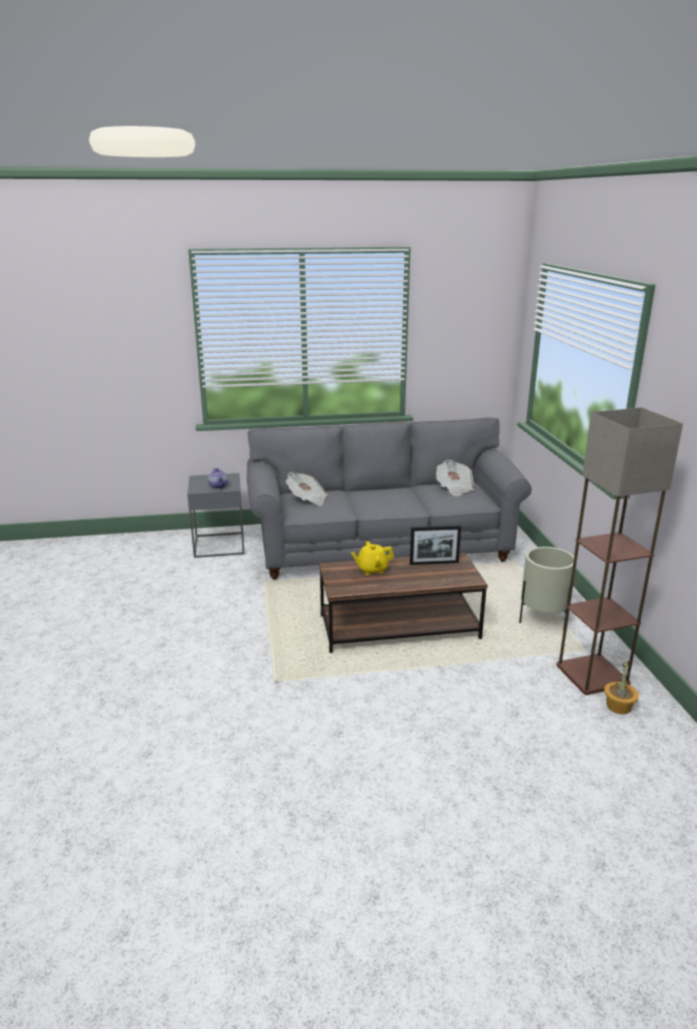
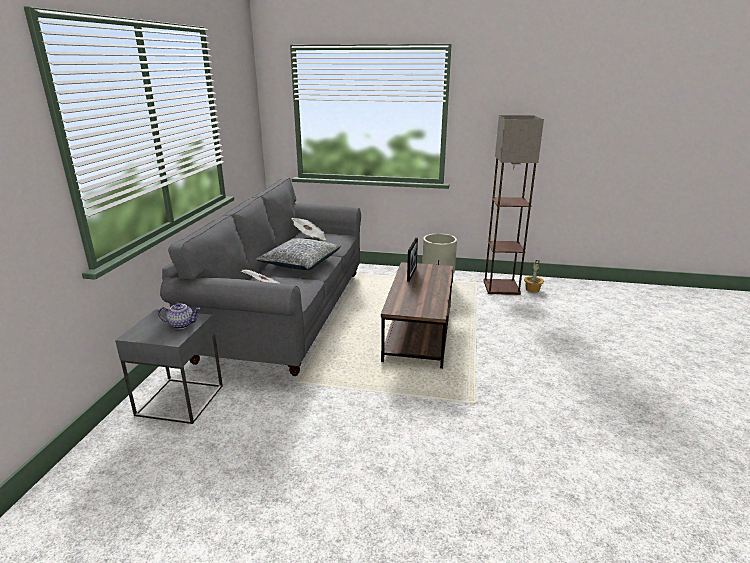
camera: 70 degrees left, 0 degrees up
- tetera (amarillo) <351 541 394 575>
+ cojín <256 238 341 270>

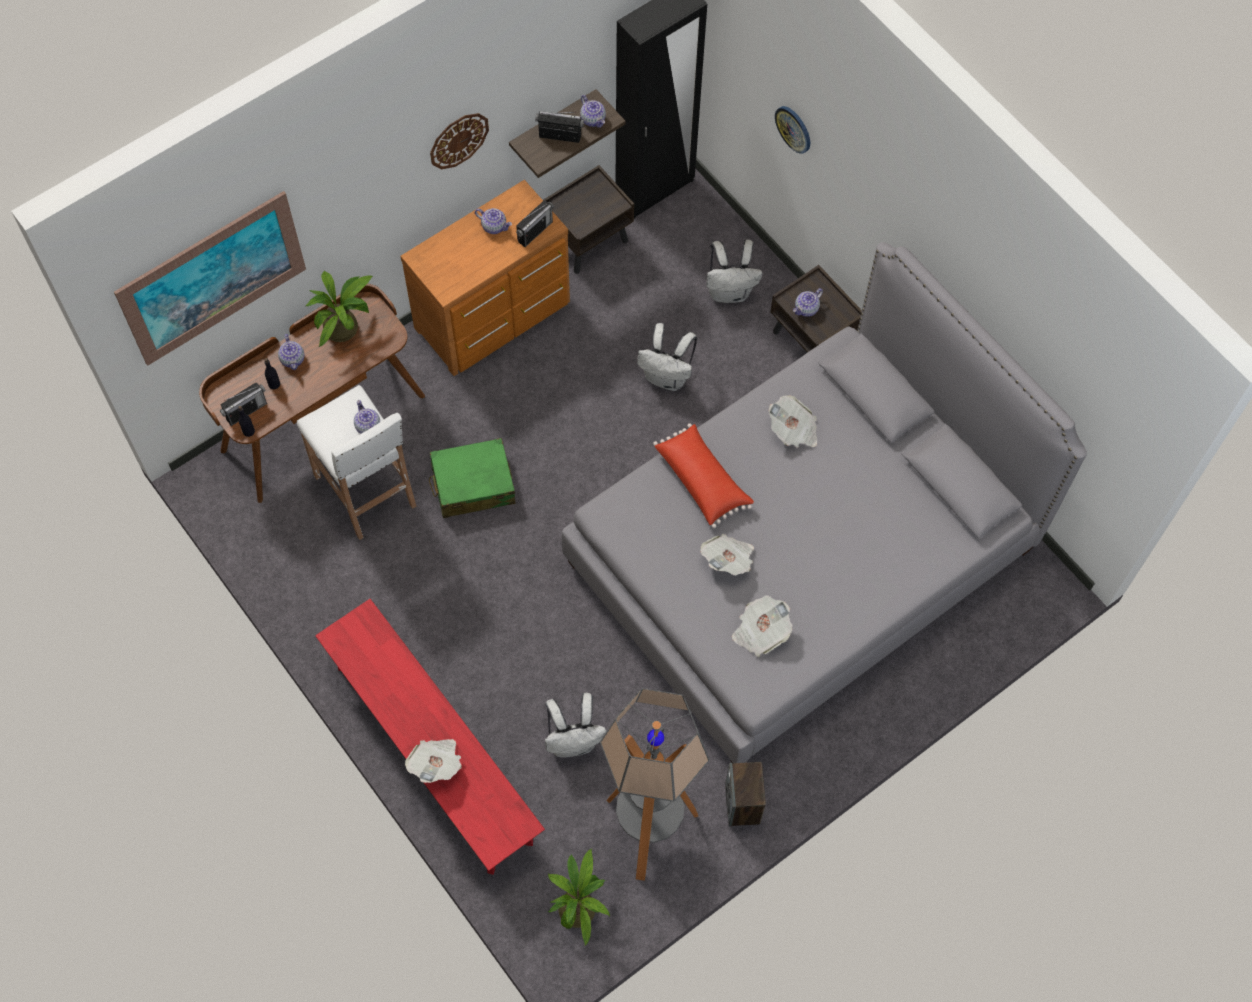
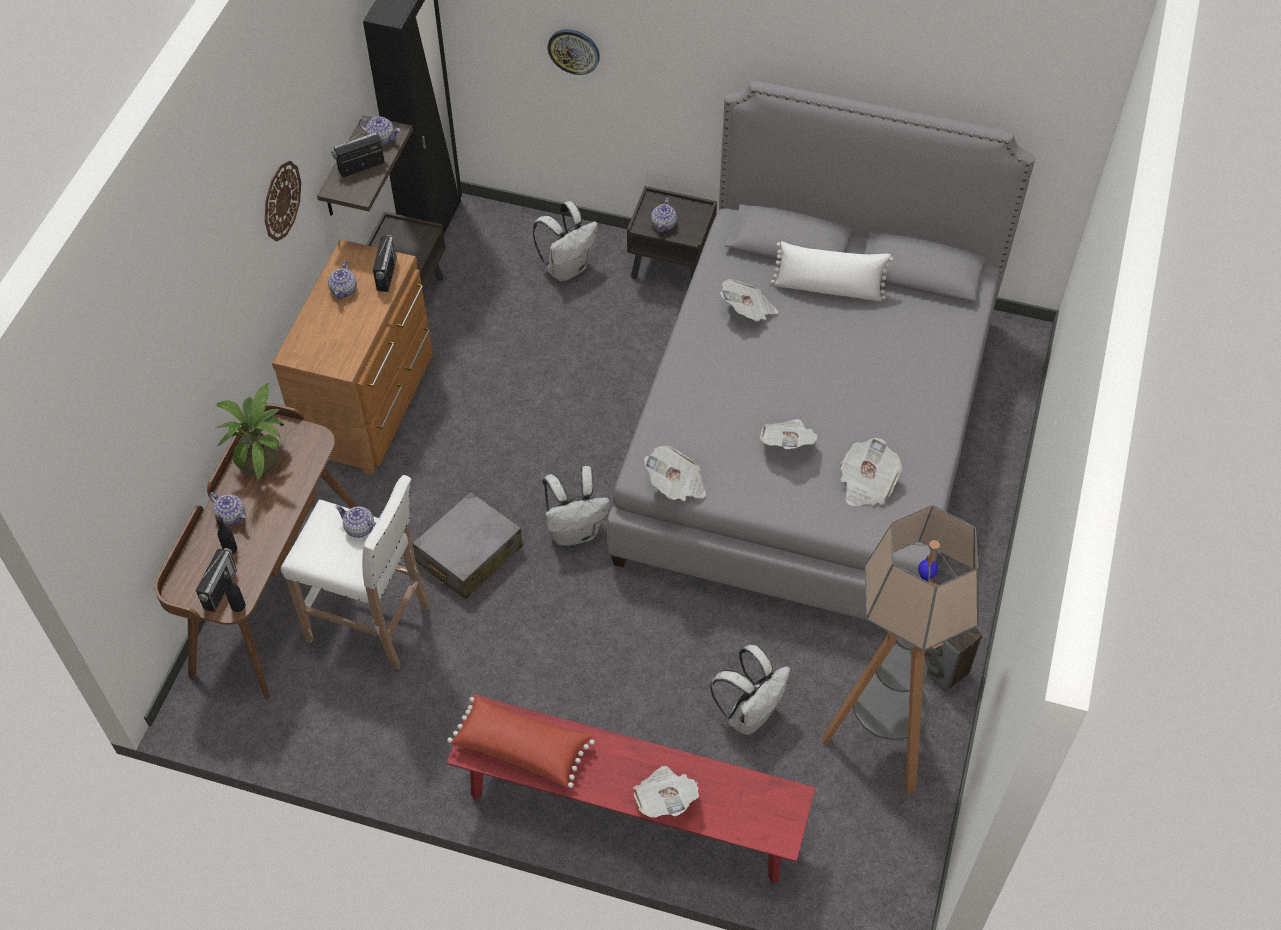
camera: 35 degrees left, 10 degrees down
- cuadro <114 191 306 366>
- planta en maceta <548 849 610 947>
+ periódico <644 446 706 501>
+ cojín (blanco) <771 241 894 301>
~ mochila (blanco) <637 323 697 391> to <543 466 610 546>
~ cojín (rojo) <653 424 754 528> to <447 695 595 788>
~ maleta (verde) <429 438 515 518> to maleta (gris) <412 492 523 599>
~ tetera <475 208 512 234> = <328 261 357 299> 105 degrees clockwise

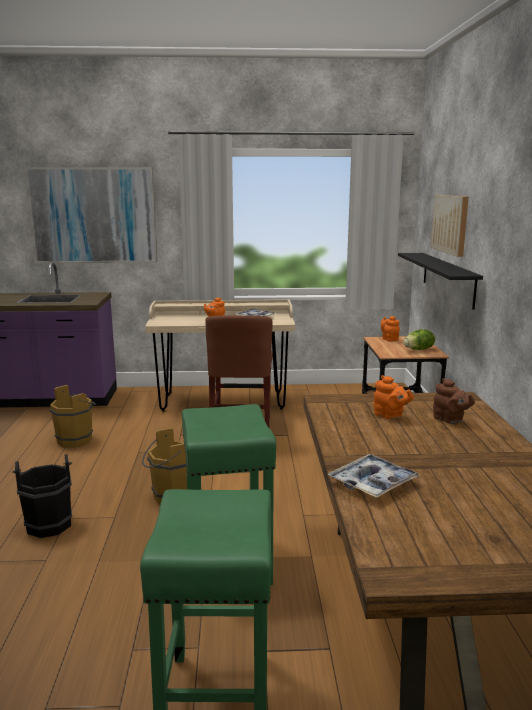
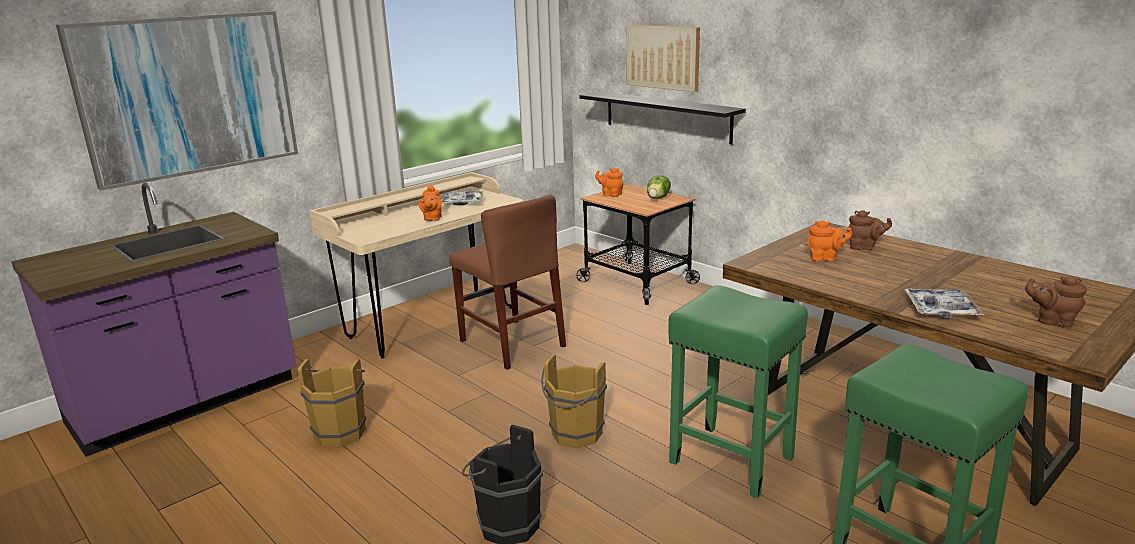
camera: 40 degrees left, 5 degrees up
+ tetera (marrón) <1025 276 1087 327>

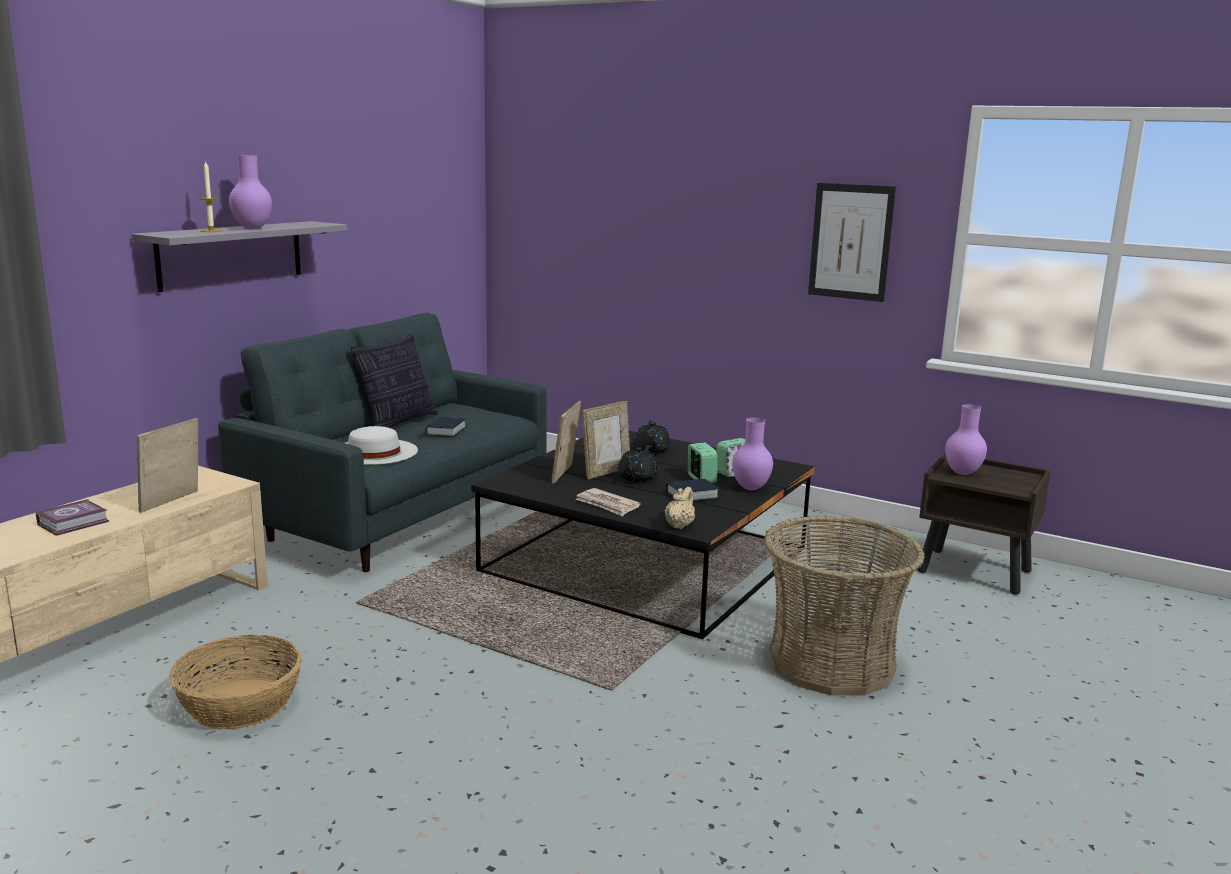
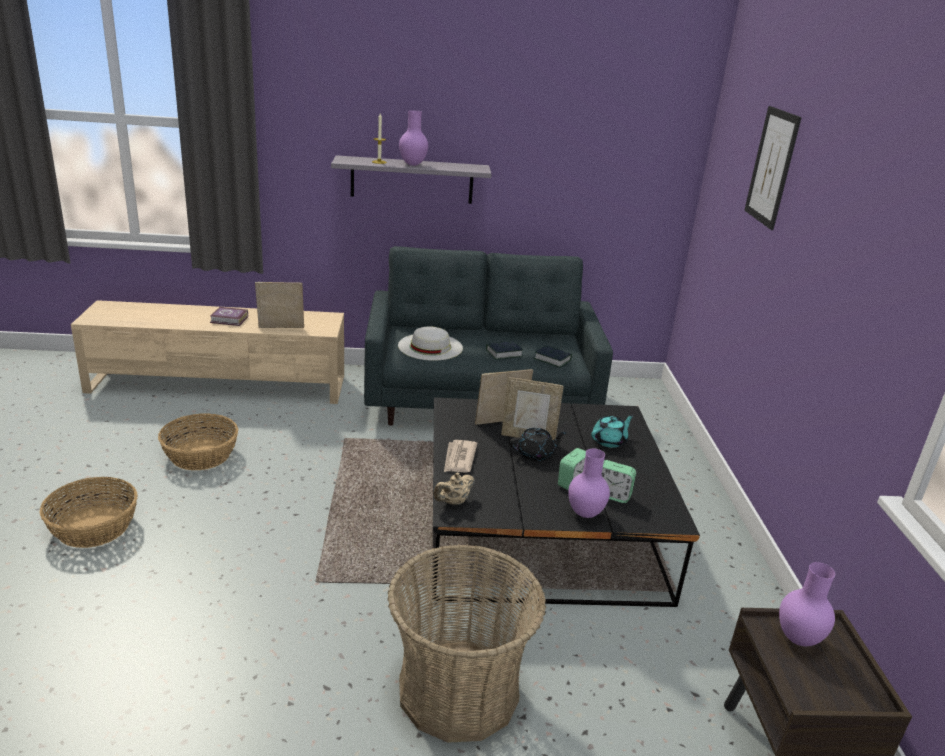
camera: 55 degrees right, 10 degrees up
- cojín <351 334 438 428>
+ cesta <40 477 138 548>
~ libro <666 479 719 501> to <534 345 572 368>
~ cuadro <808 183 896 302> to <744 106 802 230>
~ tetera (negro) <634 420 671 454> to tetera (turquesa) <591 415 634 448>
~ tetera (beis) <665 487 695 529> = <433 473 475 505> 150 degrees clockwise

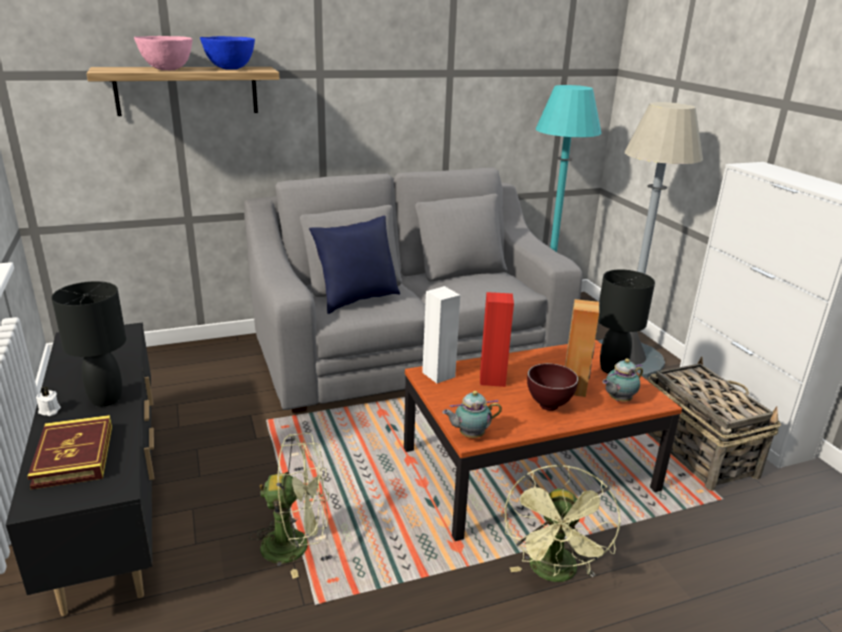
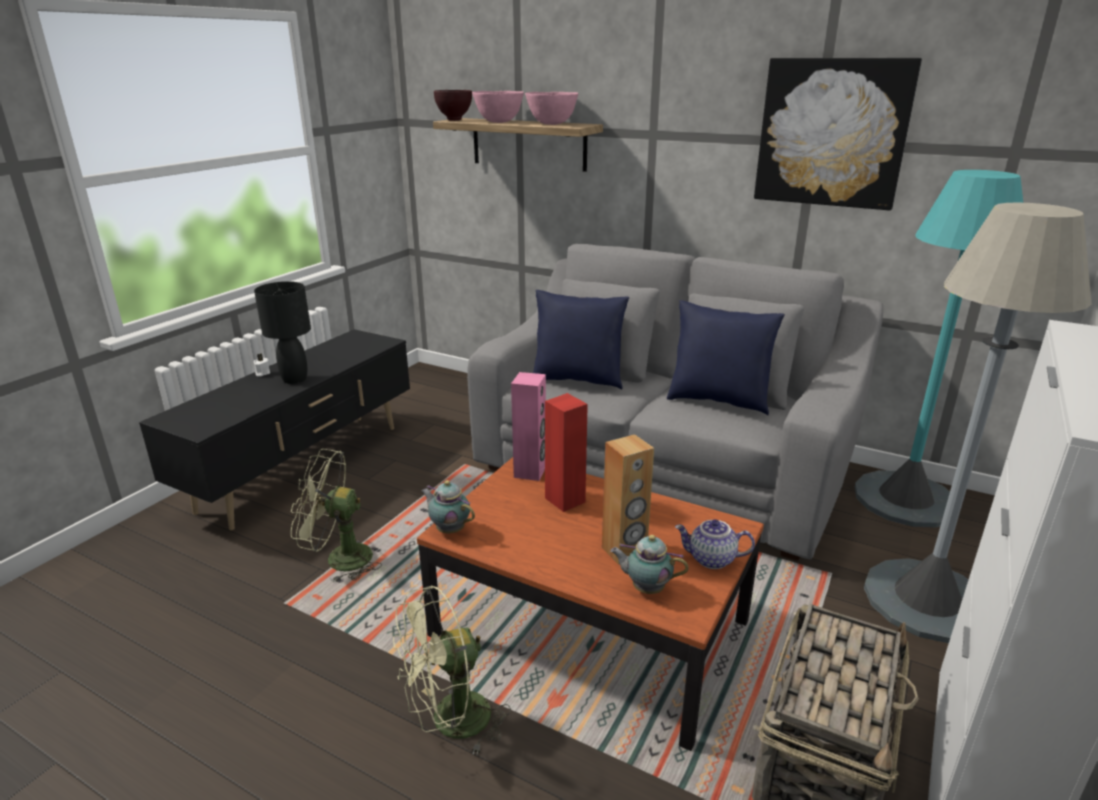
camera: 50 degrees right, 0 degrees up
- libro <27 415 112 489>
+ cojín (azul) <667 300 785 415>
+ cuadro <754 58 922 211>
~ cuenco (marrón) <527 363 578 411> to <434 90 472 121>
~ lámpara de mesa (negro) <598 269 655 374> to tetera <675 519 755 569>
~ cuenco (azul) <200 36 255 70> to cuenco (rosa) <525 92 578 125>
~ altavoz (blanco) <422 286 460 383> to altavoz (rosa) <511 372 546 481>
~ ventilador (verde) <249 433 329 579> = <291 449 382 582> 135 degrees clockwise

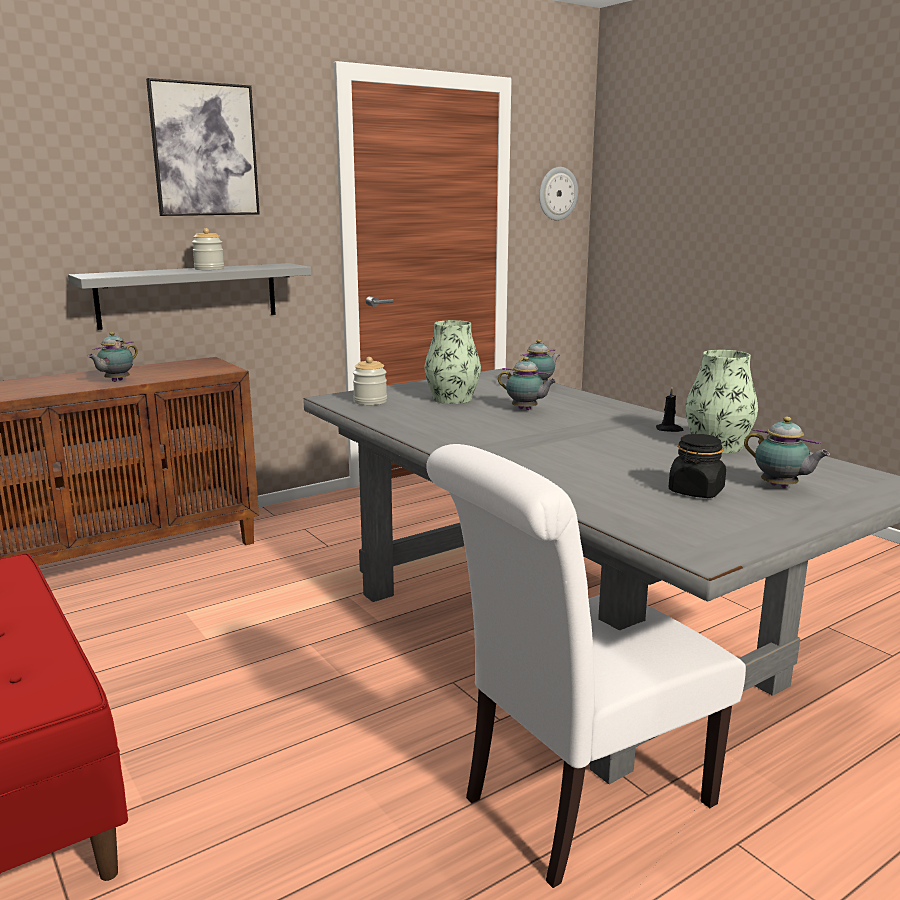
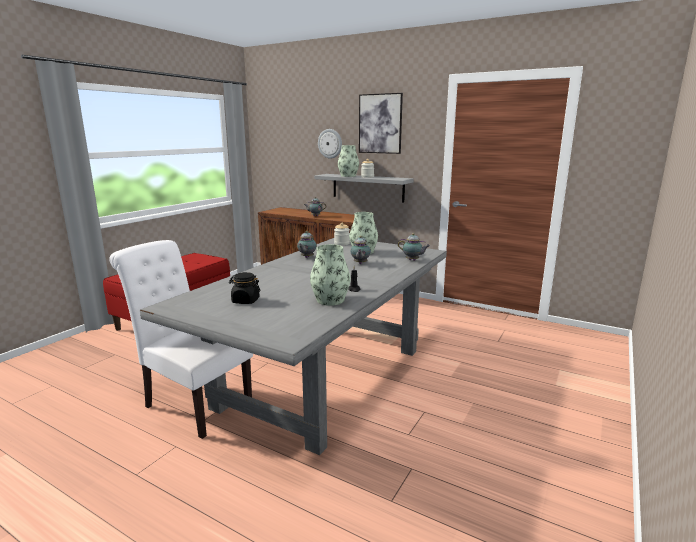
camera: 65 degrees right, 0 degrees up
+ florero <338 145 359 177>
~ reloj de pared <539 167 578 220> to <318 129 342 159>
~ tetera <744 417 830 488> to <297 231 317 258>

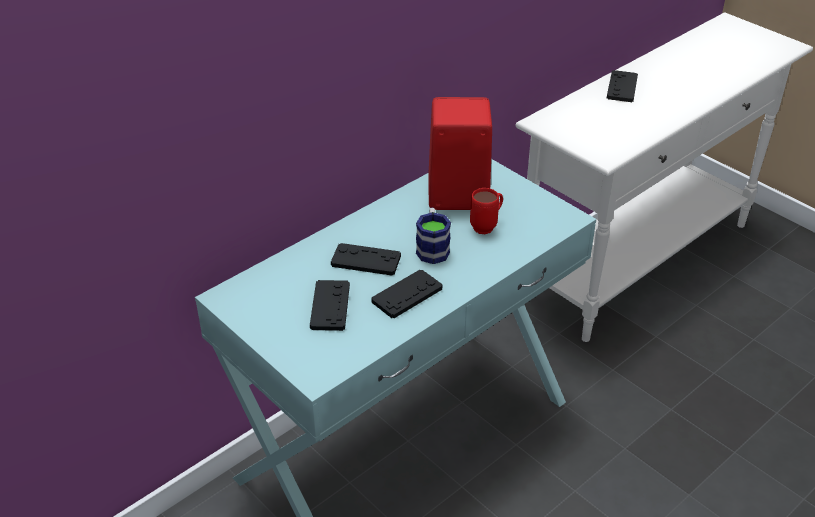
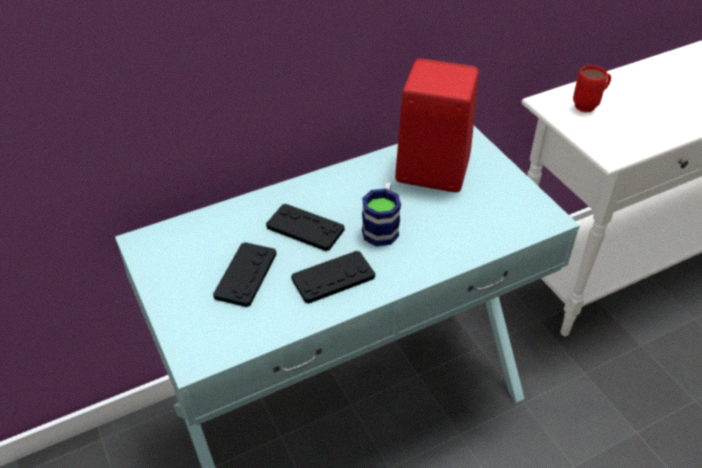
camera: 15 degrees right, 5 degrees up
- mando de consola (negro) <607 70 638 102>
~ taza grande (rojo) <470 188 503 234> to <573 65 611 112>

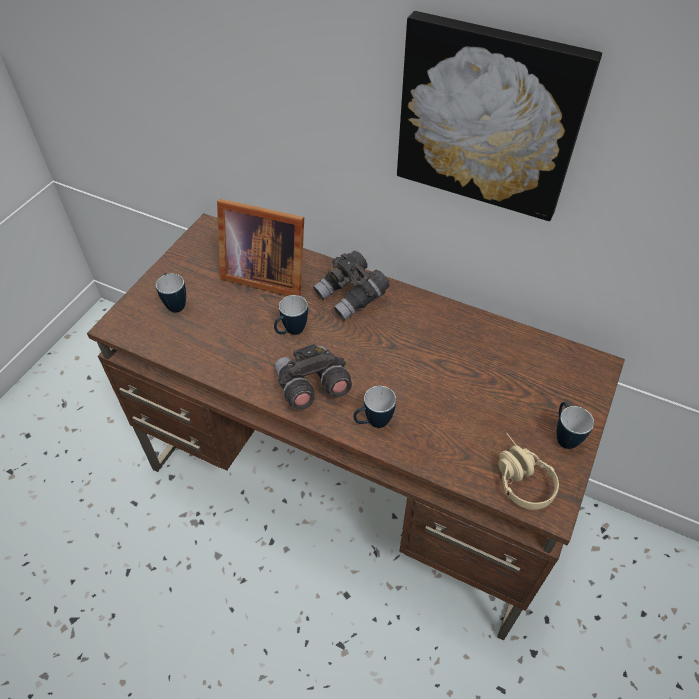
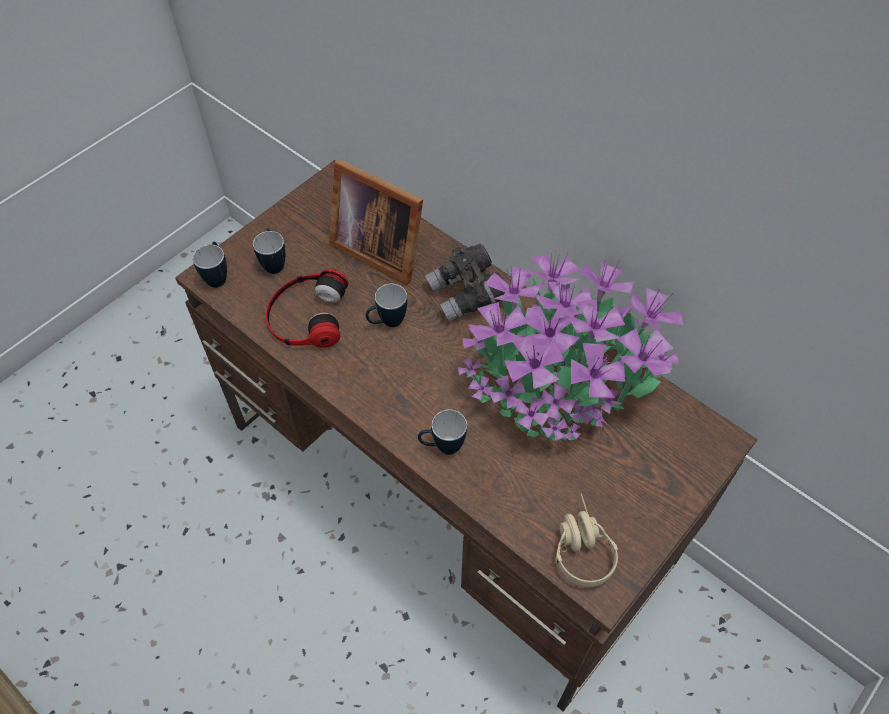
camera: 15 degrees right, 5 degrees up
- prismáticos (gris) <275 344 352 410>
- cuadro <397 11 602 221>
+ auriculares <265 269 349 348>
+ planta en maceta <458 252 683 441>
~ taza grande <557 402 594 449> to <192 242 227 288>

